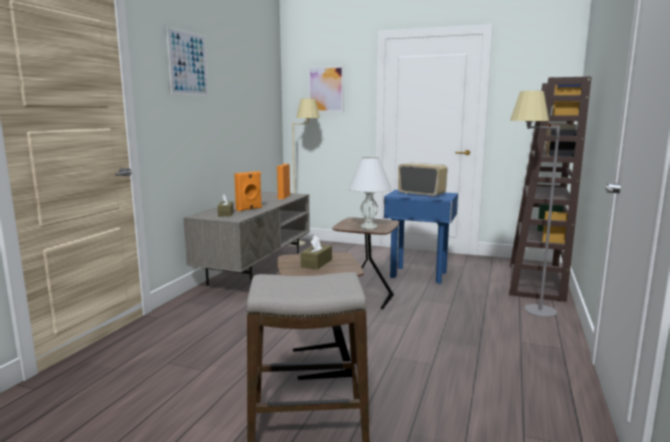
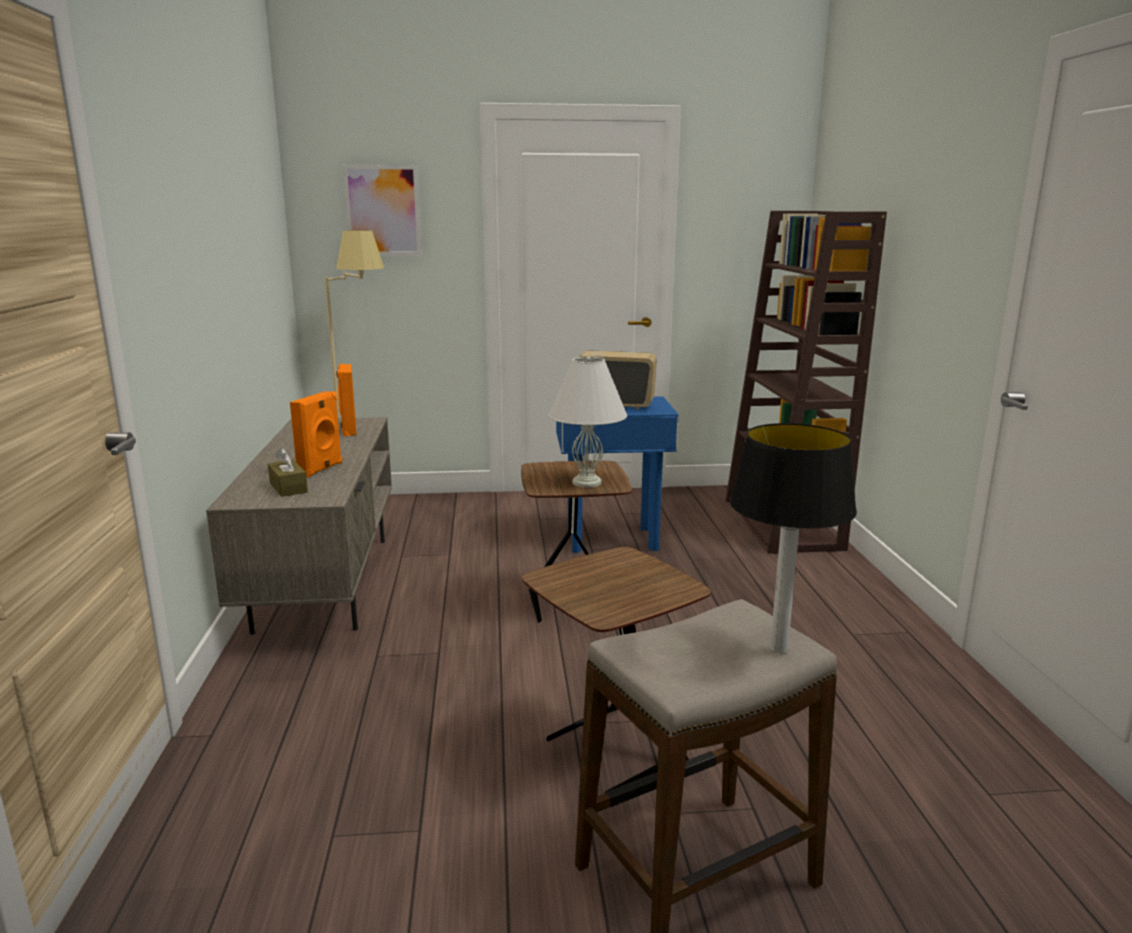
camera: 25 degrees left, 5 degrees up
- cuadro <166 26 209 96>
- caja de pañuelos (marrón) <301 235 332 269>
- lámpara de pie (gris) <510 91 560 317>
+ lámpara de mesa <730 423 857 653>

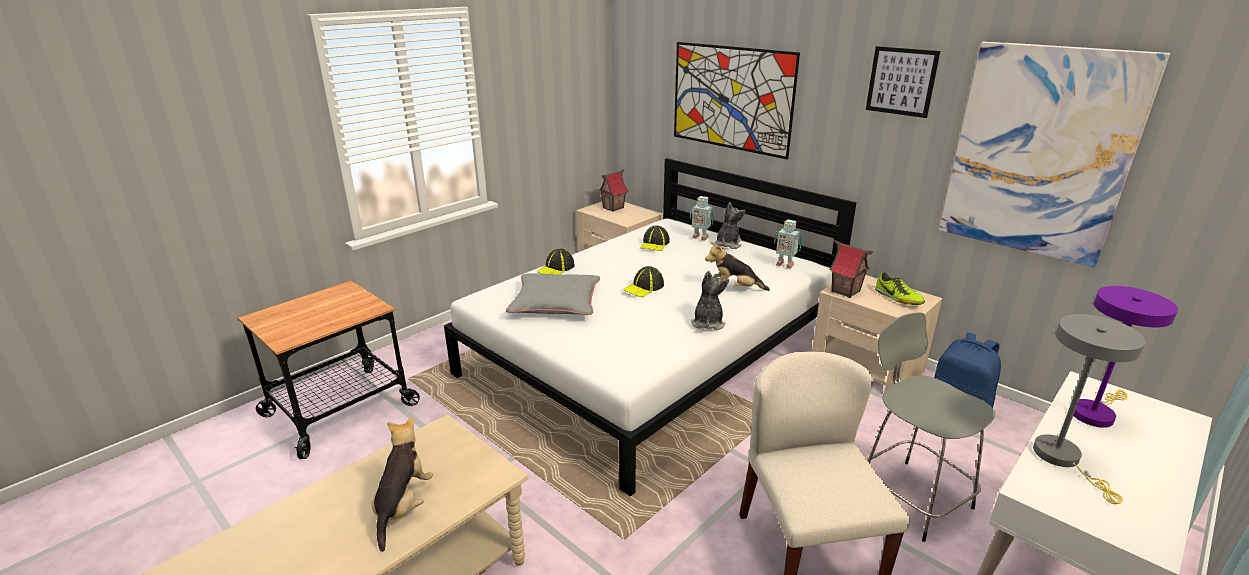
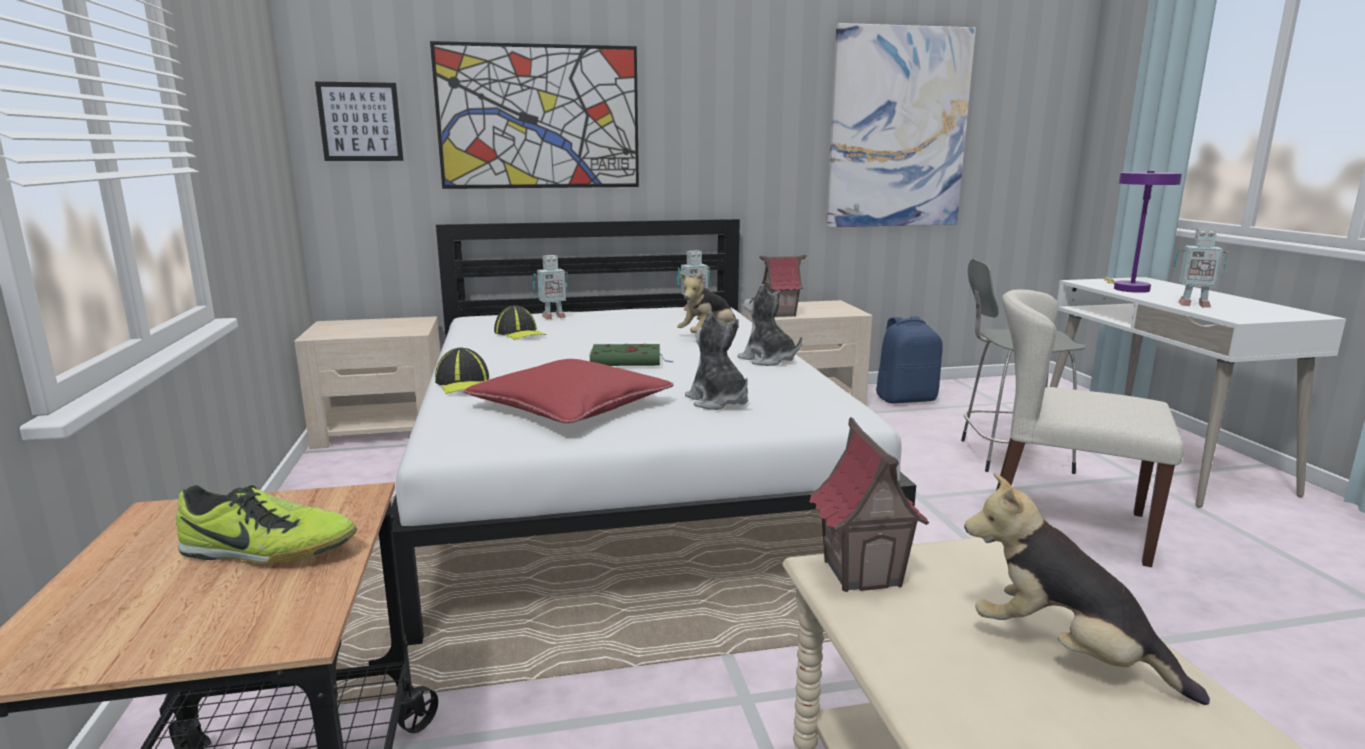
camera: 55 degrees left, 10 degrees down
~ casita <598 170 628 212> to <810 417 929 592>
~ peluche <715 202 746 249> to <685 311 748 410>
~ cuadro <866 46 940 118> to <315 82 403 161>
~ zapato <875 272 925 305> to <176 485 357 563>
~ gorra <623 266 664 297> to libro (verde) <589 344 673 366>
~ lámpara de mesa (gris) <1033 314 1145 504> to robot de juguete <1173 229 1228 308>
~ cojín (gris) <506 274 600 315> to cojín (rojo) <463 359 673 423>

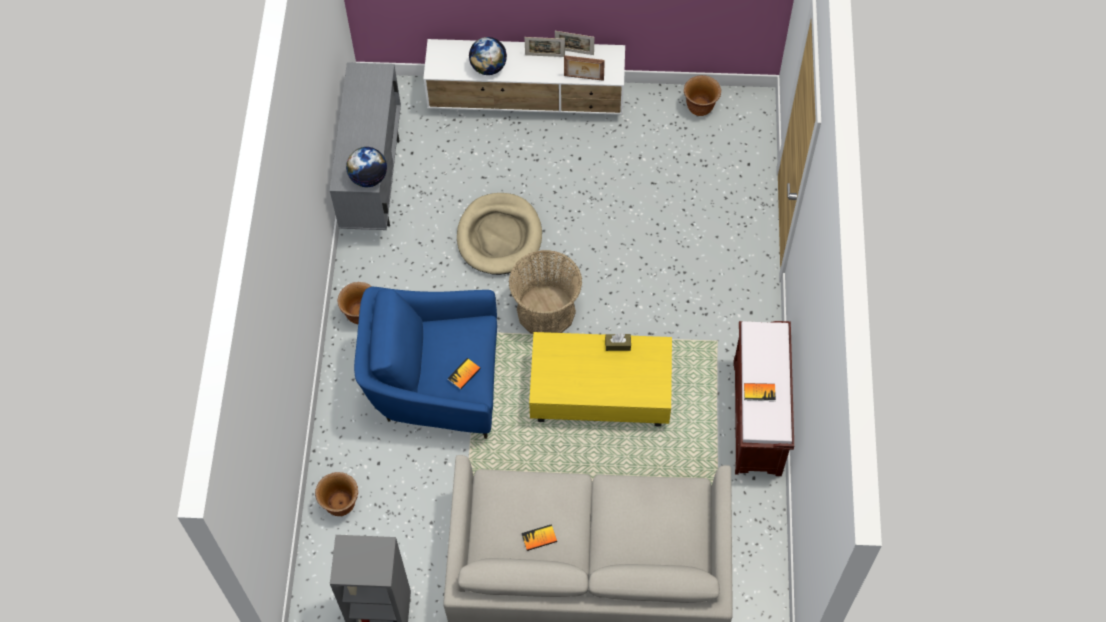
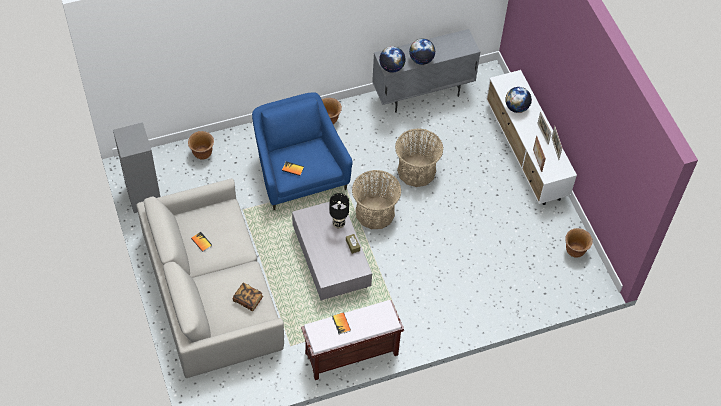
camera: 65 degrees right, 5 degrees down
+ libro <233 282 263 311>
+ lámpara de mesa (negro) <329 193 349 228>
+ globo terráqueo <409 39 435 65>
~ cama para perro (beis) <457 193 542 275> to cesta <395 128 444 187>
~ mesa de centro (amarillo) <529 332 672 427> to mesa de centro (gris) <292 202 372 301>

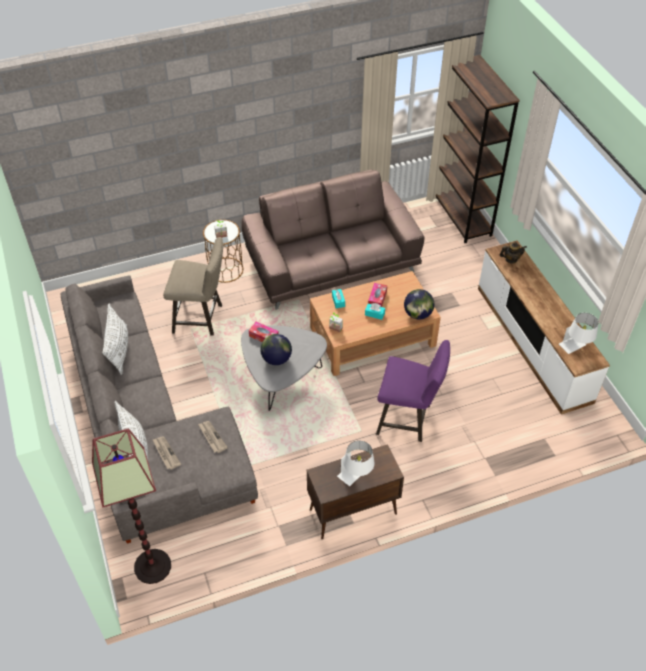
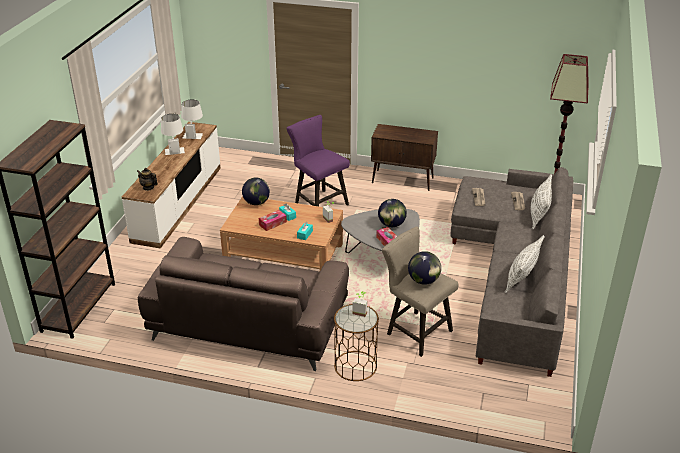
camera: 145 degrees left, 15 degrees down
+ globo terráqueo <408 251 441 285>
~ lámpara de mesa (blanco) <337 441 375 486> to <161 114 185 155>

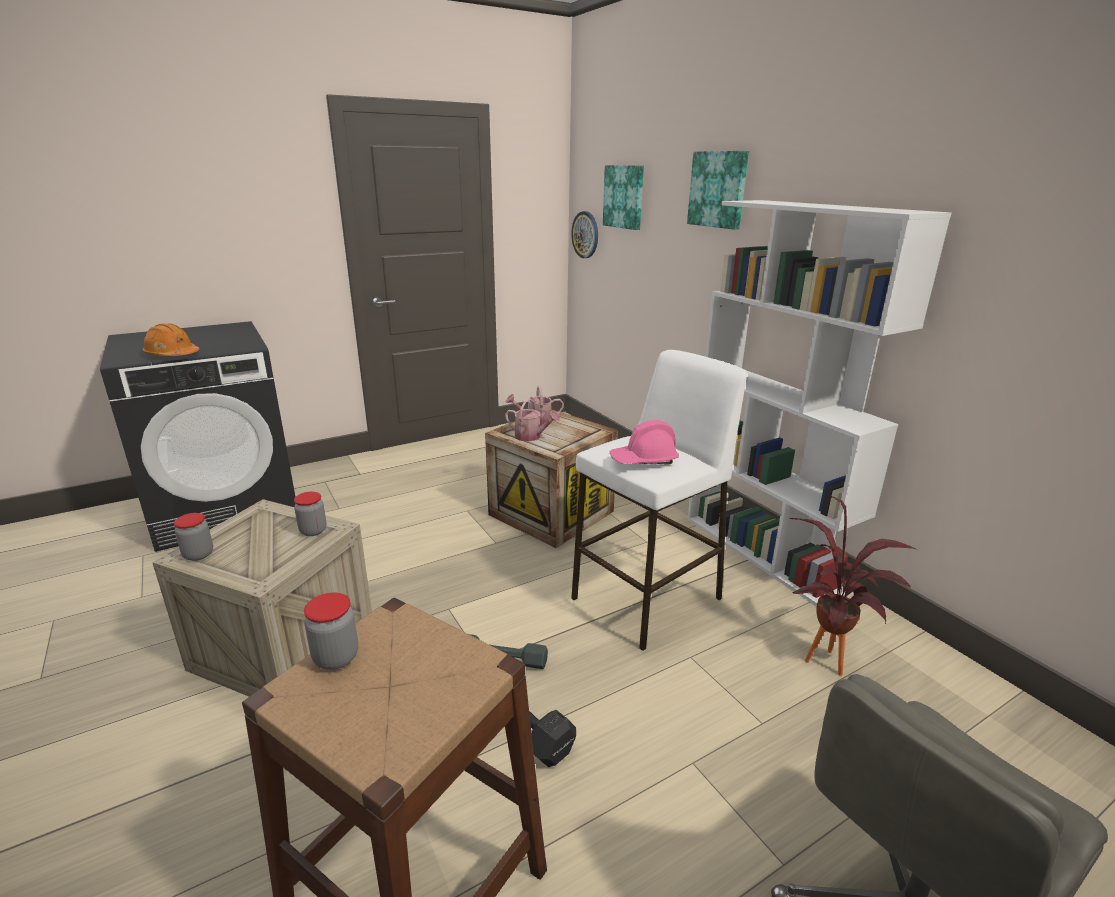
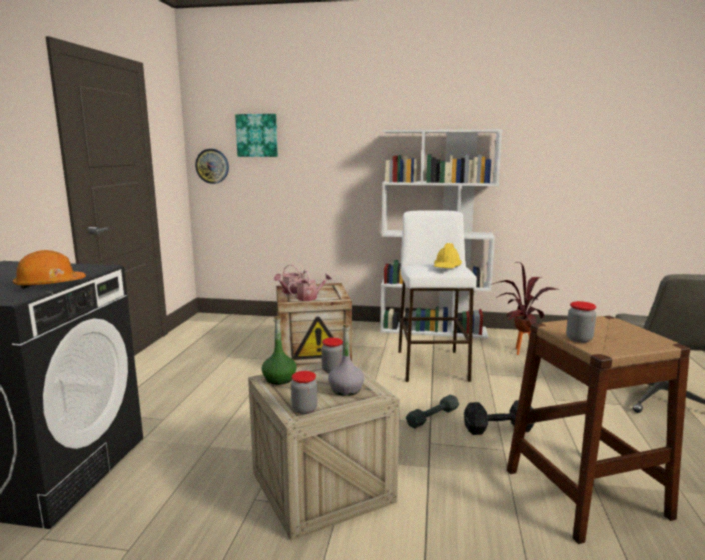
camera: 50 degrees left, 10 degrees down
- cuadro <687 151 749 230>
+ botella (verde) <262 316 297 385>
+ botella (gris) <328 324 364 396>
~ casco (rosa) <610 420 679 464> to casco (amarillo) <434 243 462 268>

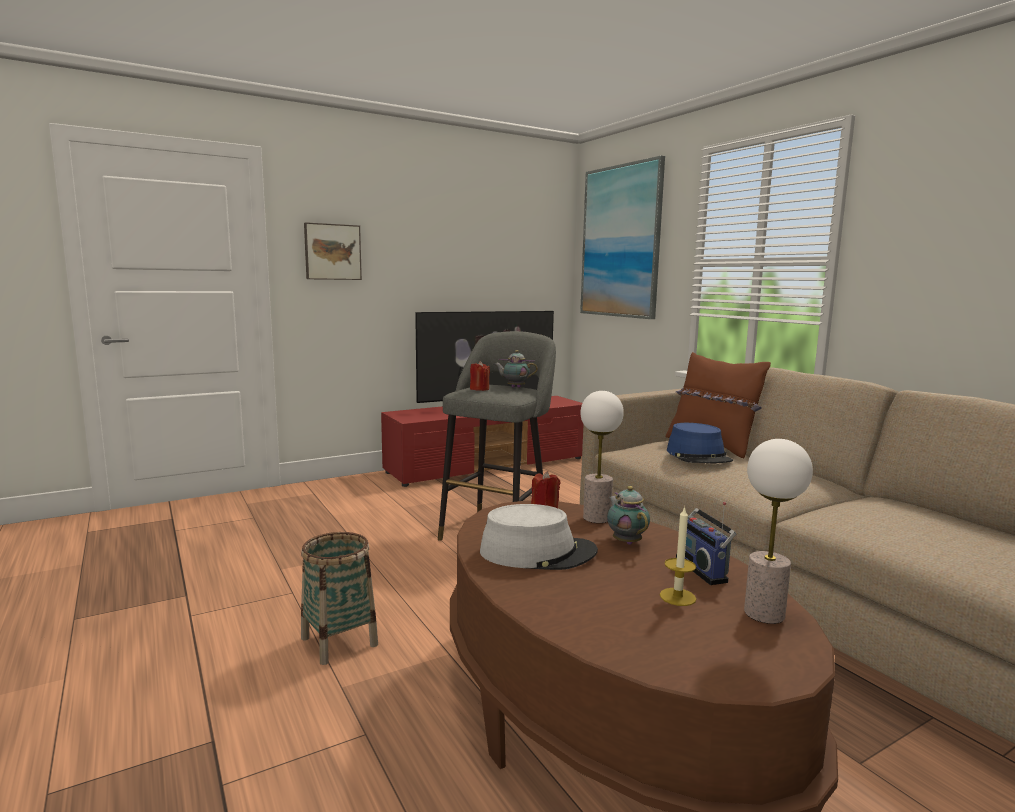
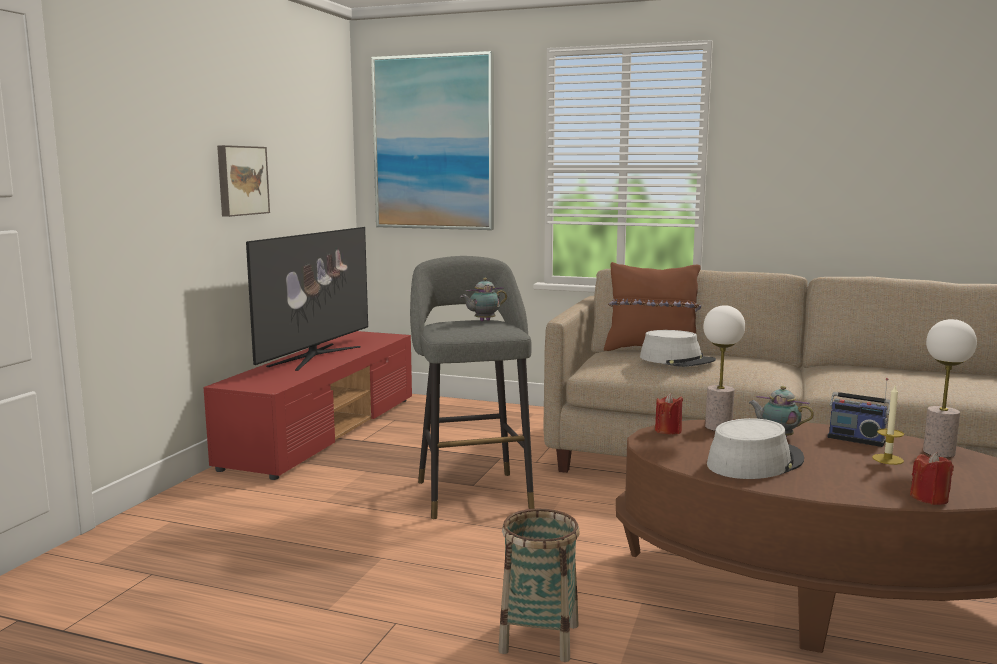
camera: 40 degrees left, 0 degrees up
~ cuadro <304 222 362 280> to <217 145 270 217>
~ vela (rojo) <470 361 490 391> to <910 452 954 505>
~ sombrero (azul) <667 423 733 463> to sombrero (gris) <640 330 716 367>

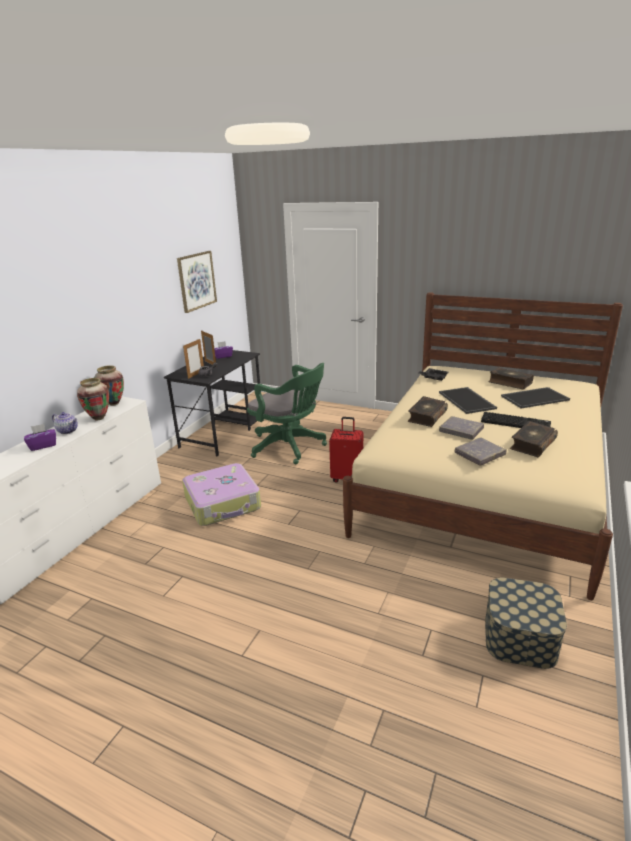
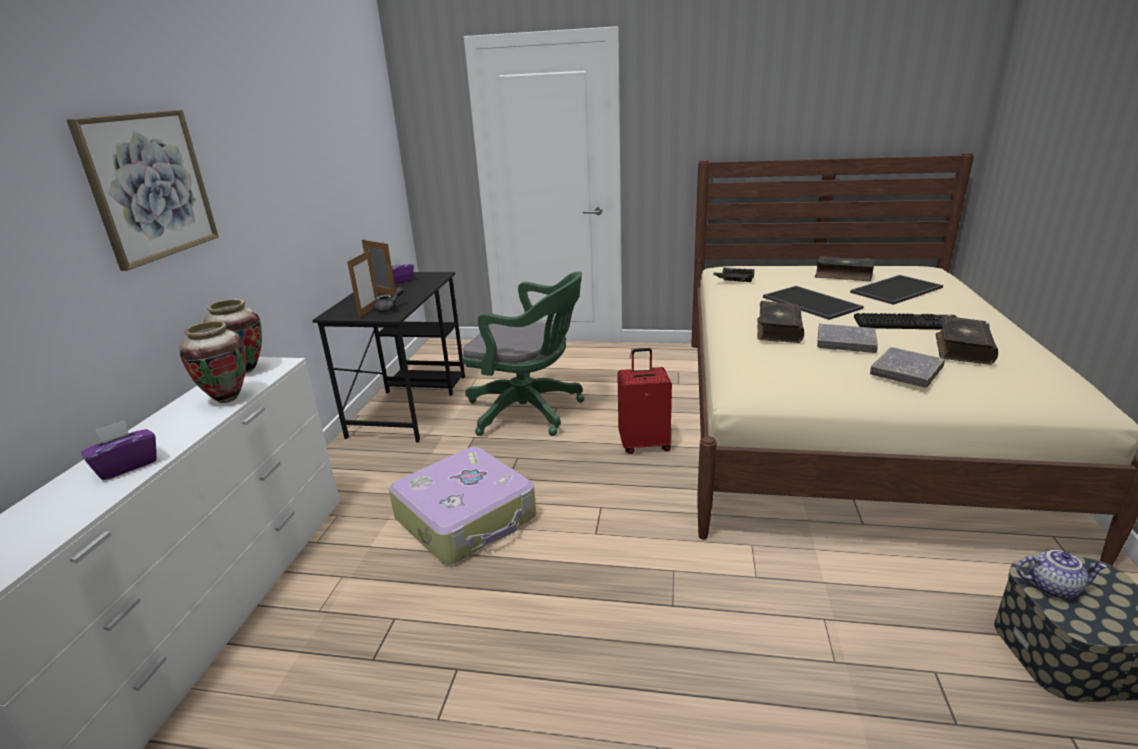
camera: 15 degrees left, 0 degrees up
~ tetera <52 412 78 434> to <1016 550 1107 599>
~ cuadro <177 251 217 313> to <67 110 219 271>

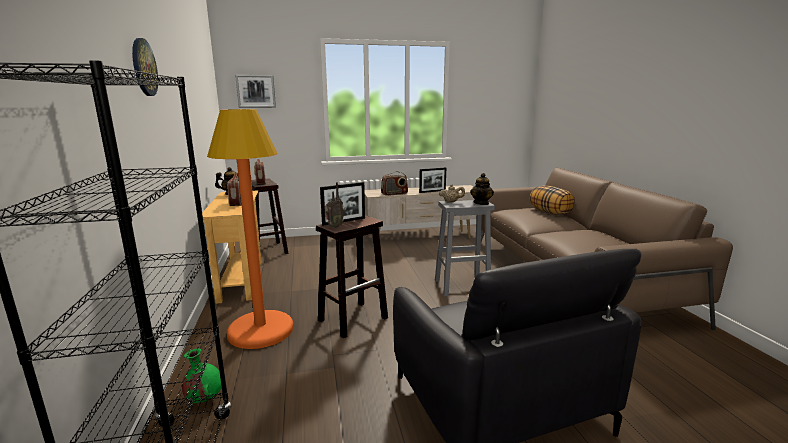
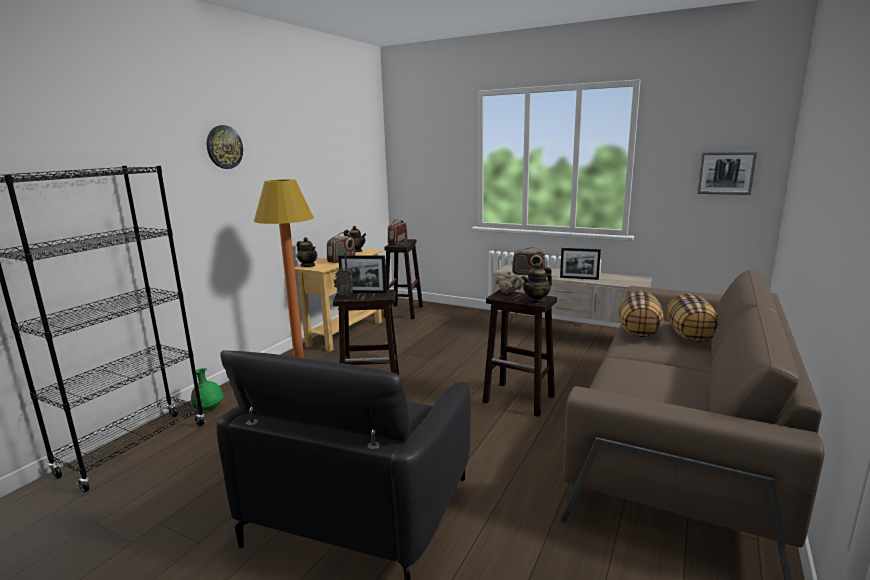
camera: 40 degrees right, 0 degrees up
+ tetera <297 237 317 267>
+ cojín <619 291 664 337>
~ cuadro <235 75 276 108> to <697 152 757 195>
~ taburete (gris) <435 200 495 296> to taburete (marrón) <483 289 557 417>

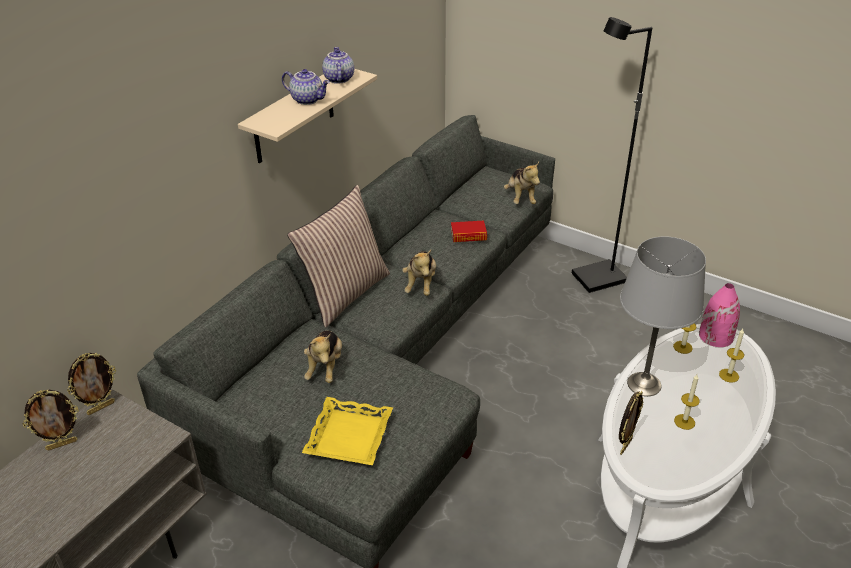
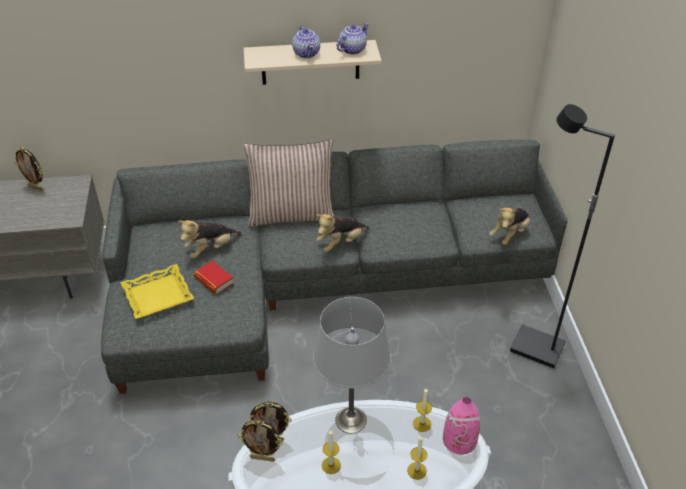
camera: 50 degrees right, 5 degrees up
~ portarretratos <67 353 116 415> to <238 420 283 462>
~ libro <451 221 487 242> to <194 261 234 294>

